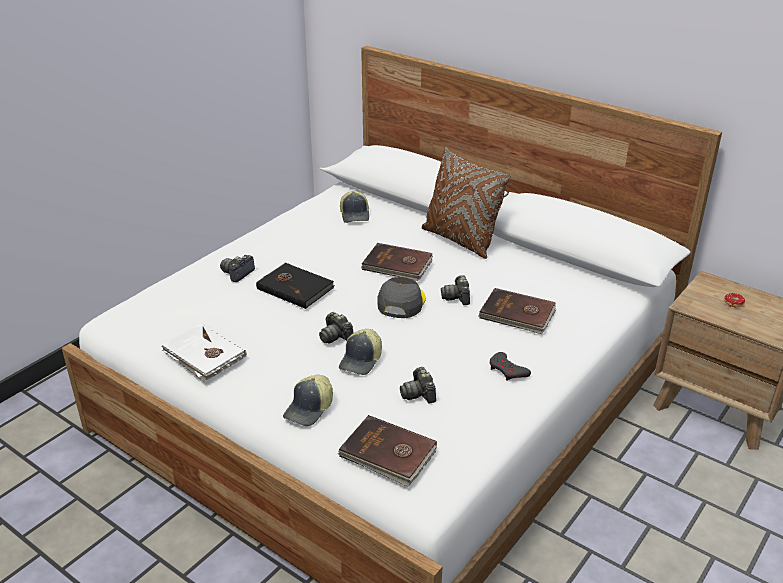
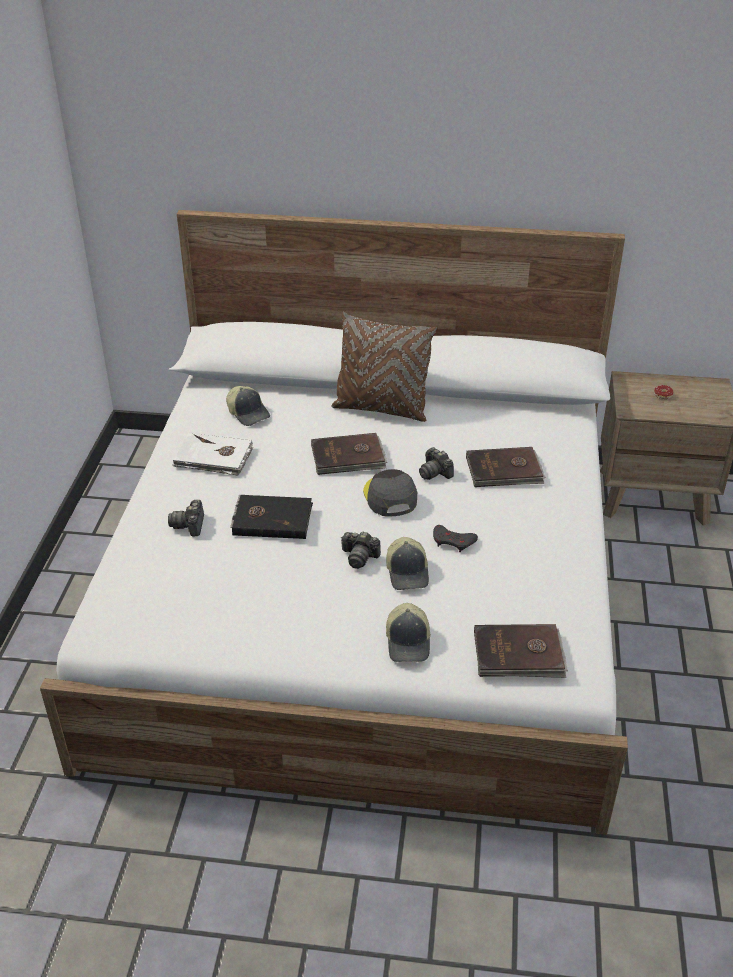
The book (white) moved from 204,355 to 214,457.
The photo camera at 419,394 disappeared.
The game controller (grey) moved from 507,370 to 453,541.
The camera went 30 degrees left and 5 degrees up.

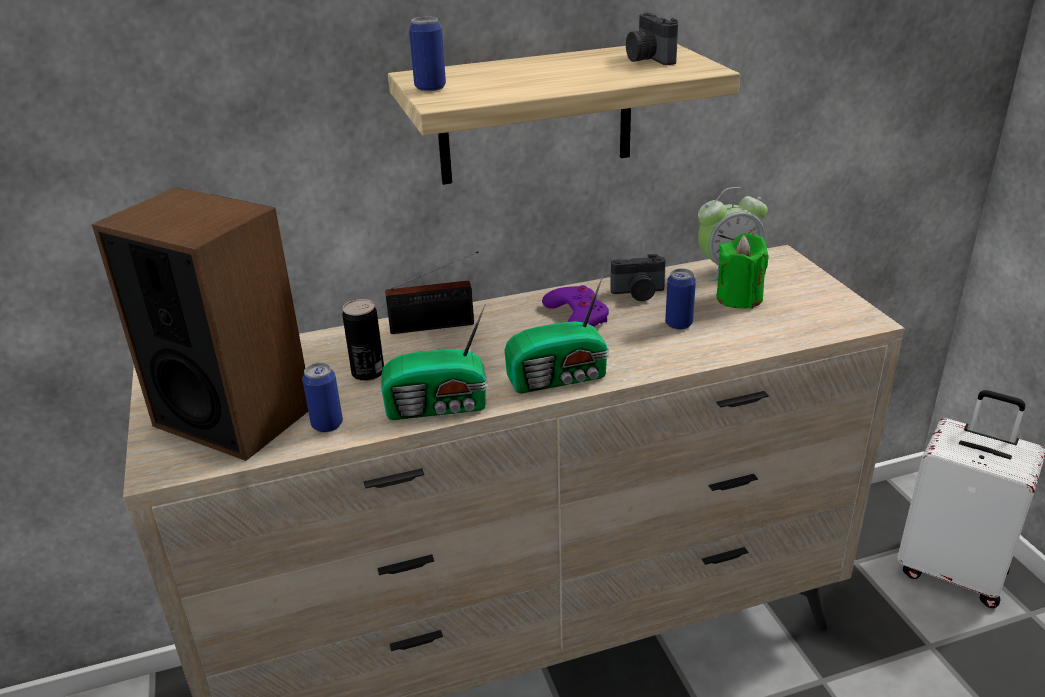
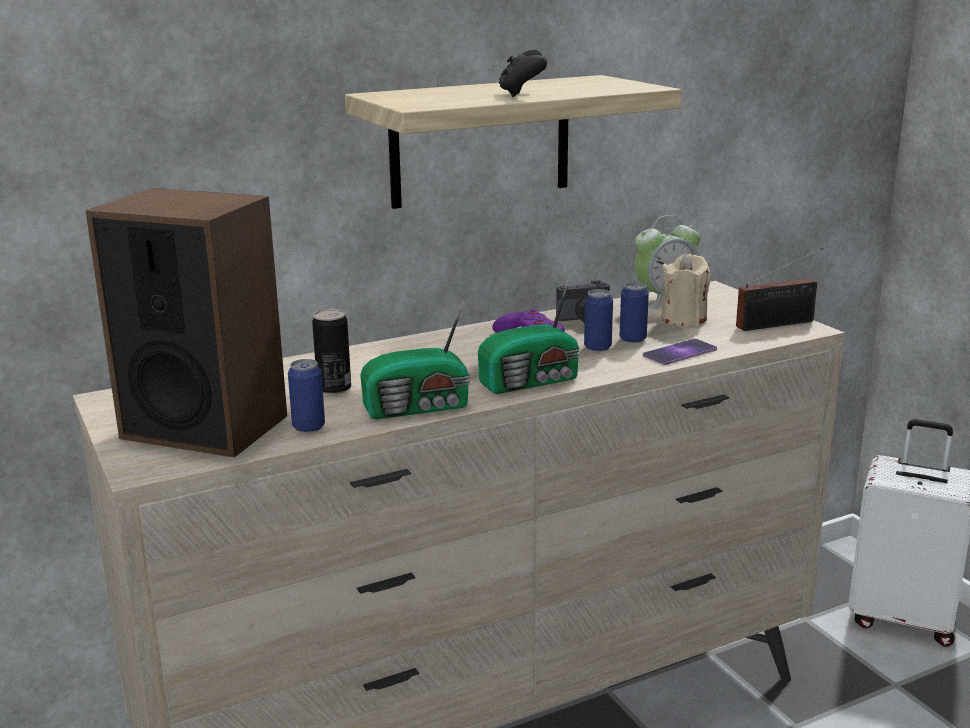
The radio moved from 437,326 to 779,324.
The can moved from 430,88 to 597,347.
The photo camera at 648,59 disappeared.
The candle (green) at 739,298 became the candle (beige) at 683,319.
The game controller (black) at 521,94 appeared.
The phone at 680,352 appeared.
The camera went 10 degrees left and 10 degrees down.

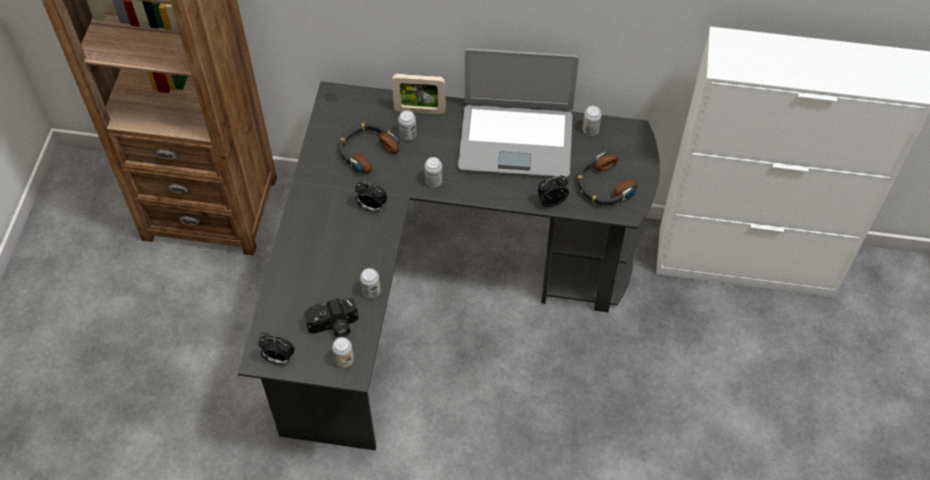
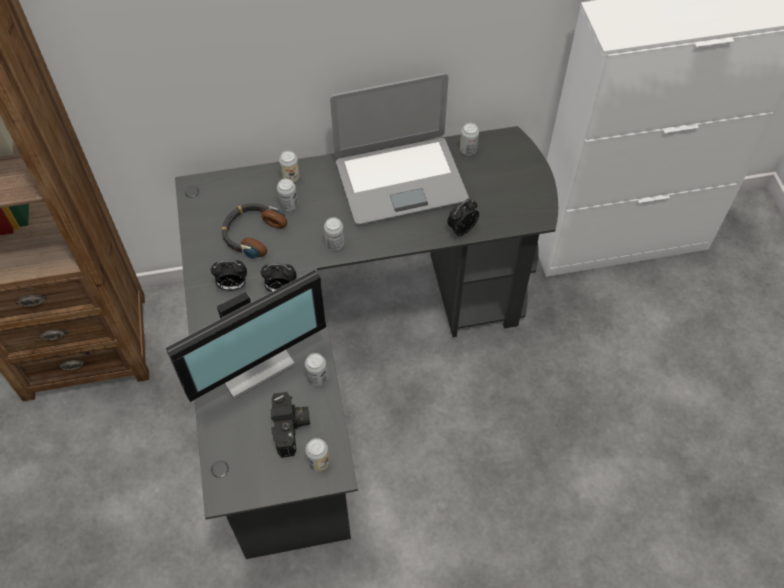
The alarm clock moved from 278,359 to 232,286.
The photo camera at 333,326 turned 60 degrees counterclockwise.
The picture frame at 420,110 was replaced by the can at 291,178.
The headphones at 603,186 disappeared.
The monitor at 251,359 appeared.
The camera went 20 degrees left and 0 degrees up.

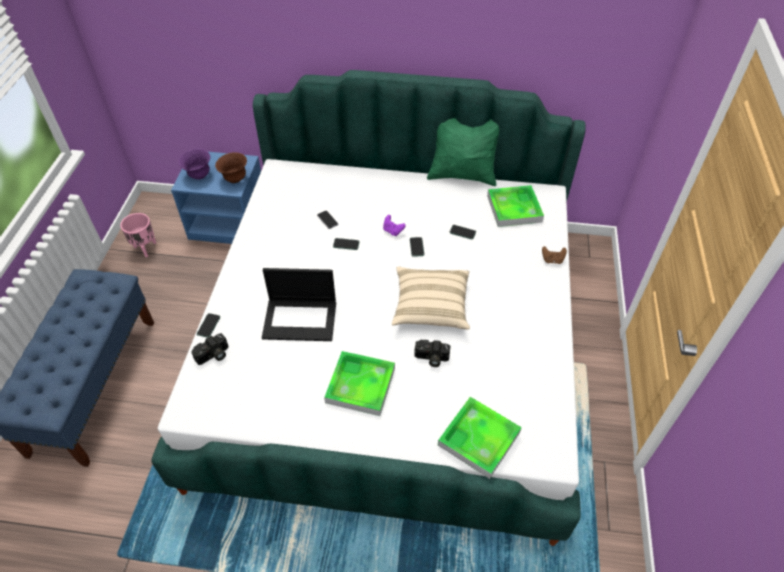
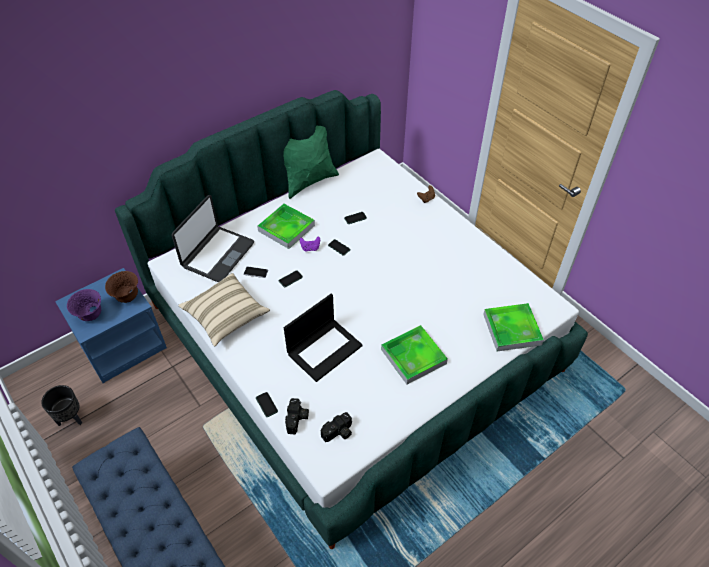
The planter (pink) at 145,248 became the planter (black) at 70,418.
The pillow (beige) moved from 431,306 to 226,316.
The photo camera moved from 431,358 to 338,433.
The tray moved from 514,208 to 286,228.
The laptop at 217,254 appeared.
The camera went 45 degrees left and 0 degrees up.

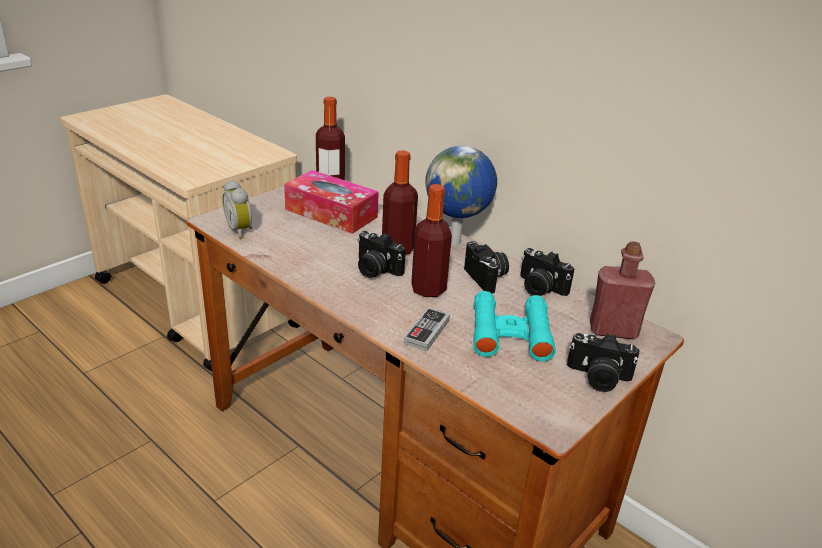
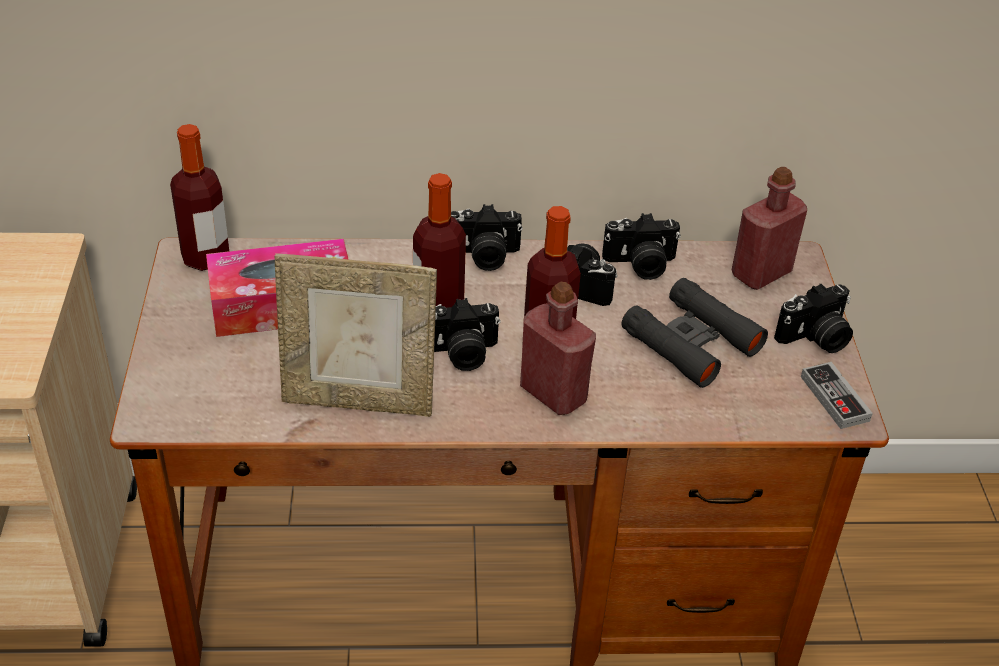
The alarm clock at 241,230 disappeared.
The game controller moved from 427,332 to 834,398.
The globe at 456,242 was replaced by the photo camera at 483,256.
The binoculars (turquoise) at 510,334 became the binoculars (black) at 691,342.
The picture frame at 359,400 appeared.
The bottle (red) at 553,394 appeared.
The camera went 45 degrees left and 10 degrees up.

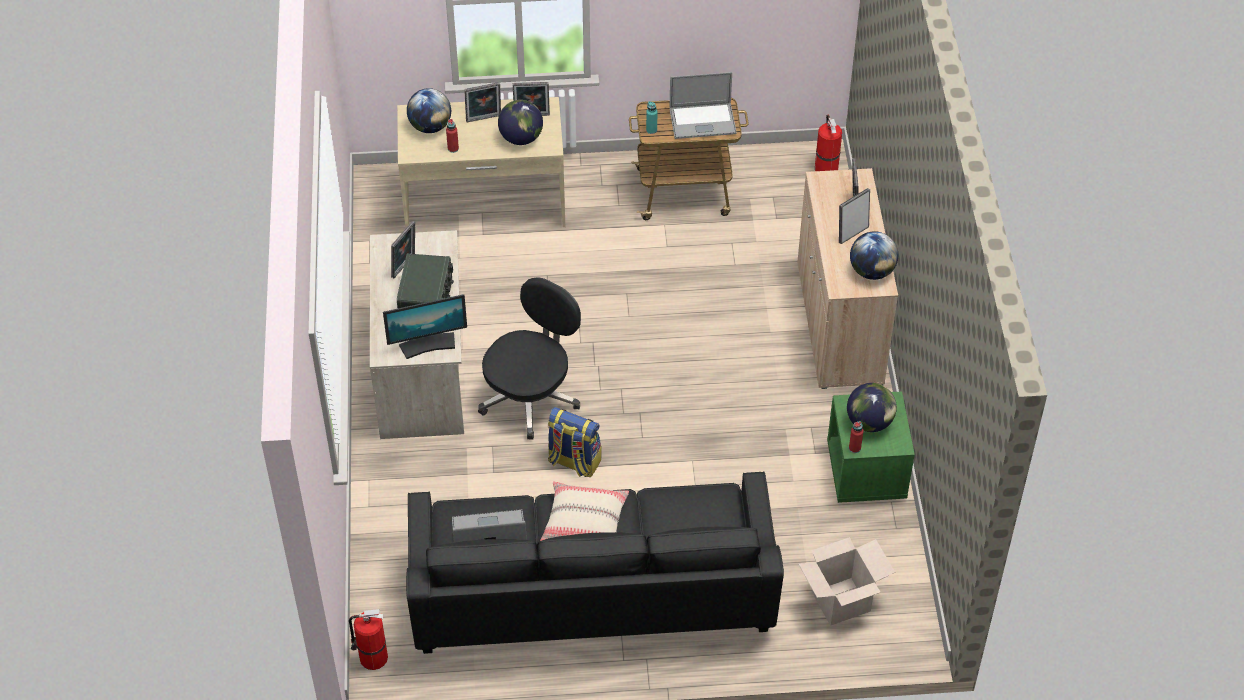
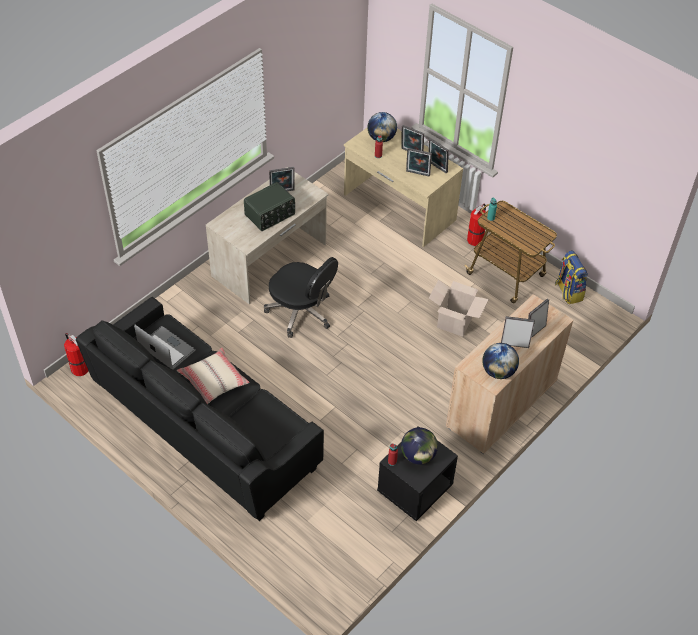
The monitor at 428,344 disappeared.
The office chair (black) at 531,396 turned 45 degrees clockwise.
The globe at 521,138 was replaced by the picture frame at 417,174.
The backpack moved from 573,462 to 568,292.
The laptop at 702,121 disappeared.
The cardboard box moved from 841,602 to 454,323.
The fire extinguisher moved from 825,168 to 475,239.
The nightstand (green) at 866,472 became the nightstand (black) at 414,490.
The camera went 45 degrees right and 0 degrees up.

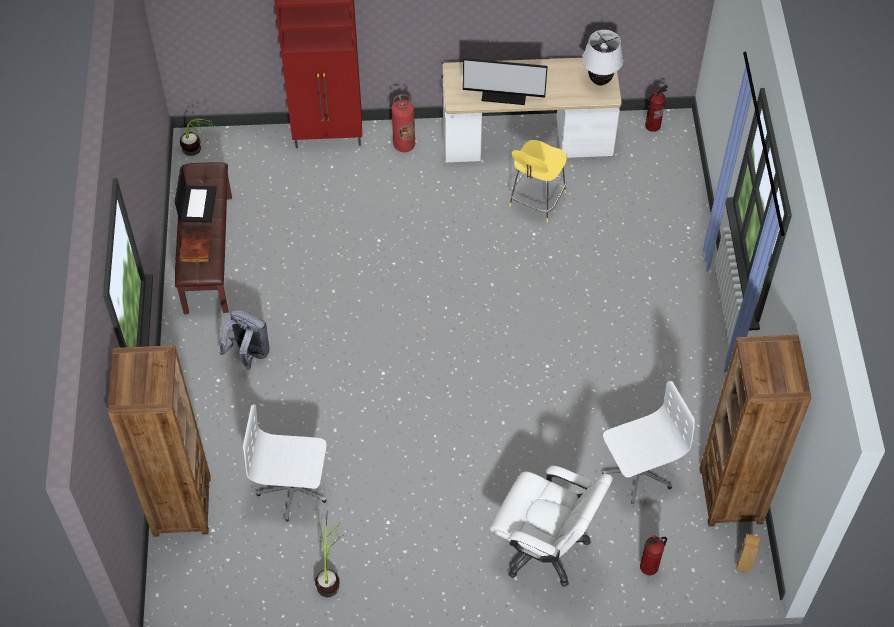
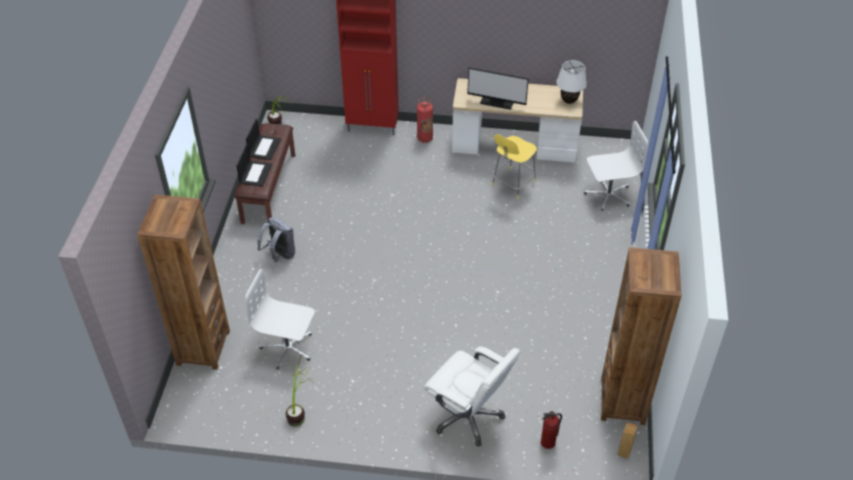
The book at 195,247 was replaced by the laptop at 255,173.
The office chair (white) moved from 637,471 to 608,195.
The fire extinguisher at 652,125 disappeared.
The camera went 10 degrees right and 10 degrees down.

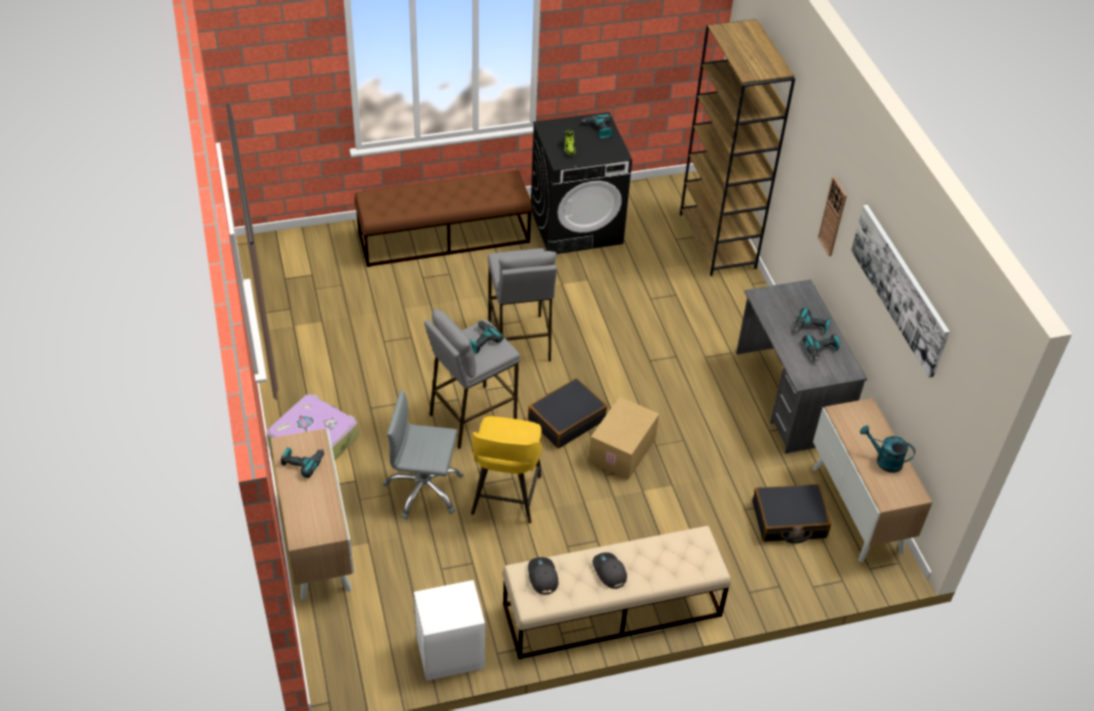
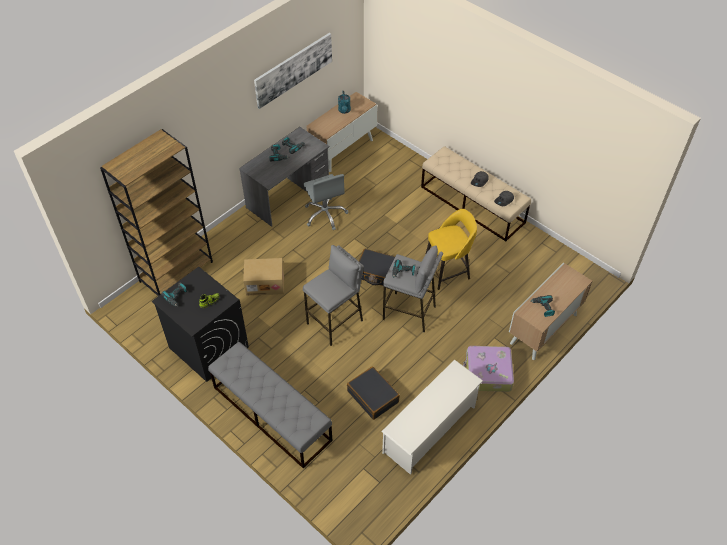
The bench (brown) at 444,238 became the bench (grey) at 271,413.
The office chair (grey) moved from 424,489 to 325,214.
The nightstand (white) at 448,652 disappeared.
The cardboard box moved from 623,451 to 265,283.
The suitcase (black) moved from 789,520 to 373,396.
The wall clock at 833,216 disappeared.
The shoe rack (white) at 430,429 appeared.
The camera went 120 degrees left and 5 degrees up.

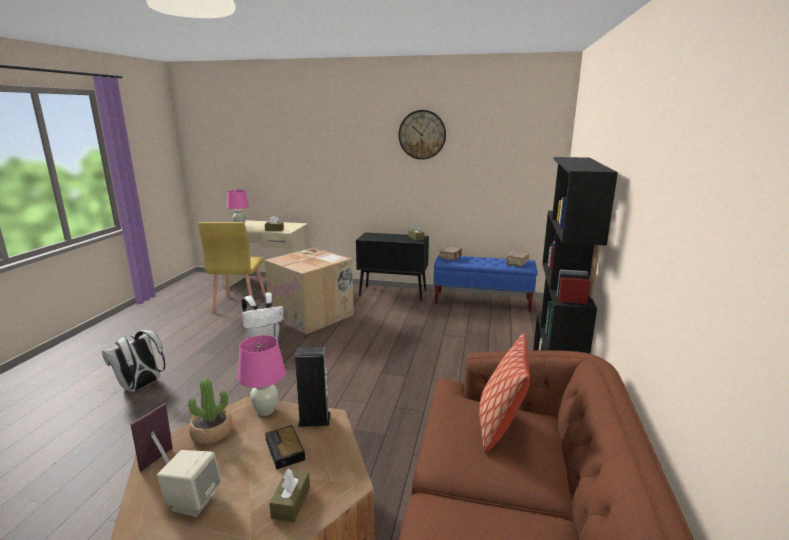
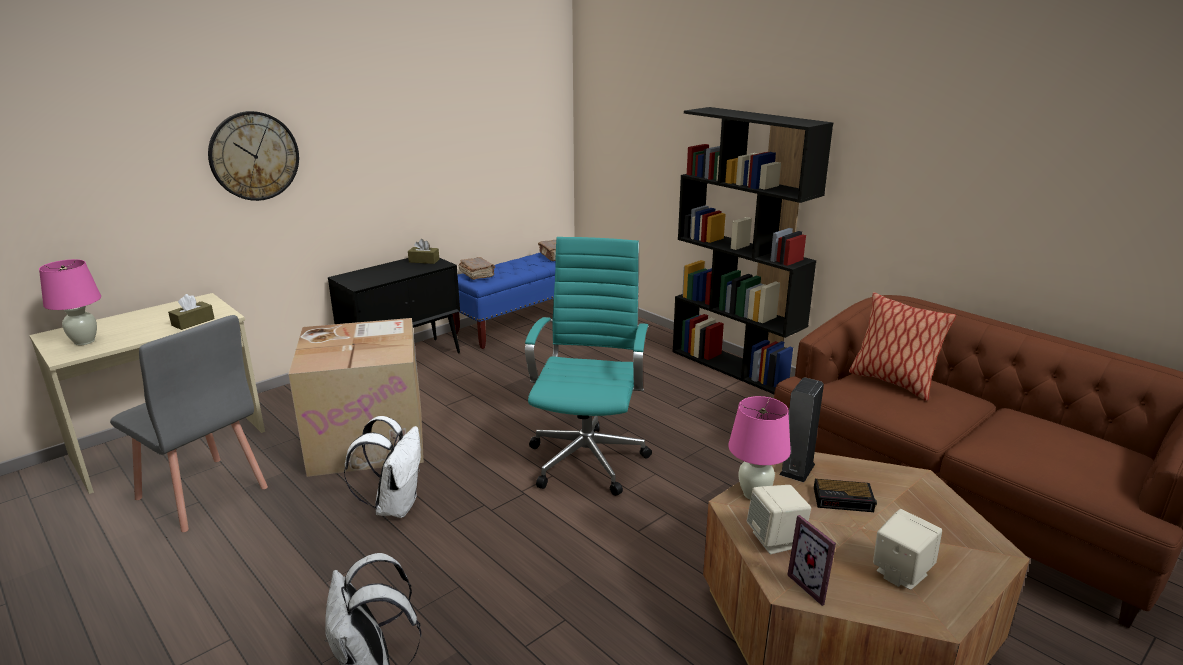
The potted plant at 212,433 was replaced by the speaker (beige) at 775,540.
The chair (yellow) at 239,304 became the chair (grey) at 202,494.
The tissue box (brown) at 291,502 disappeared.
The wall clock moved from 422,135 to 254,156.
The office chair (turquoise) at 588,458 appeared.
The camera went 55 degrees left and 5 degrees up.

